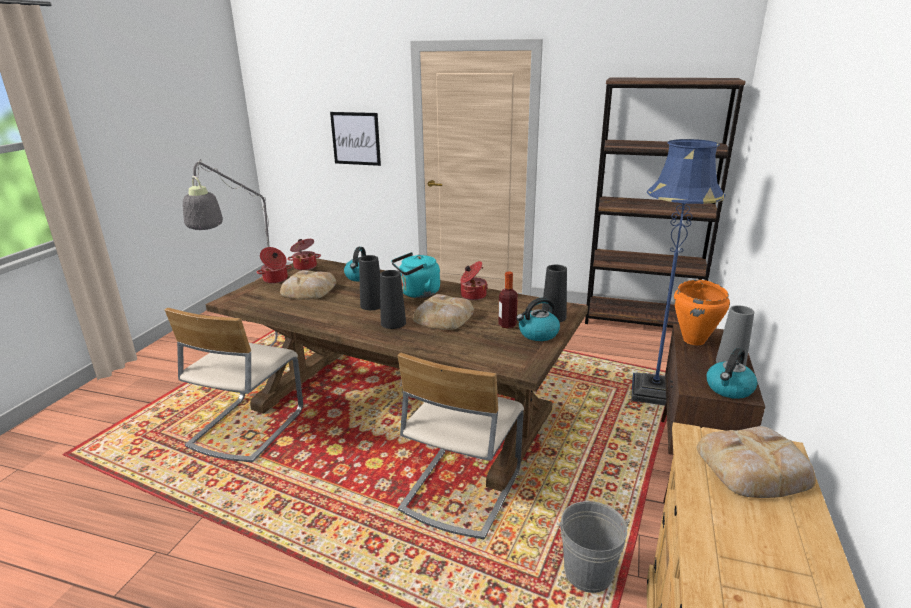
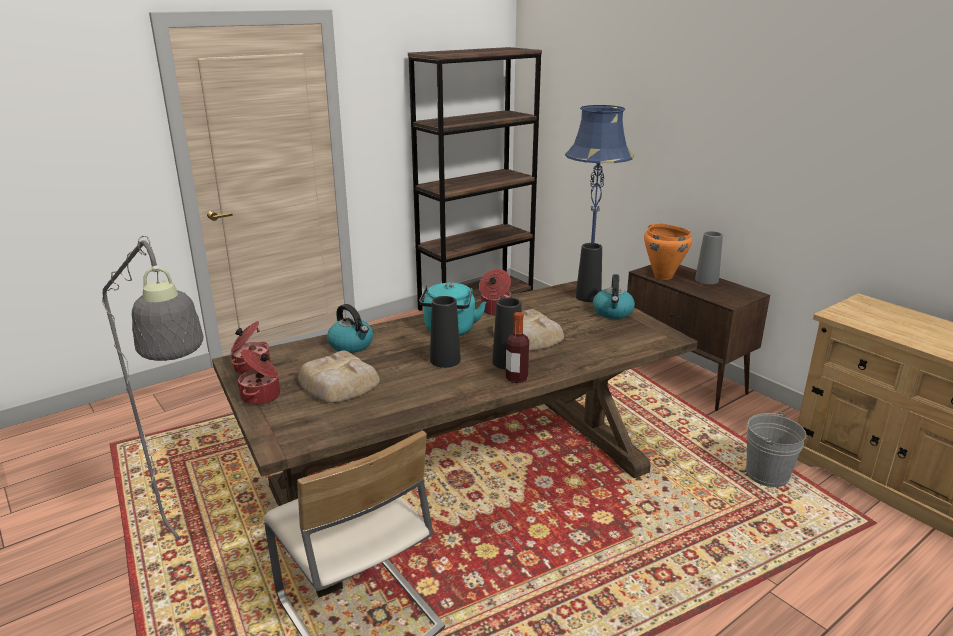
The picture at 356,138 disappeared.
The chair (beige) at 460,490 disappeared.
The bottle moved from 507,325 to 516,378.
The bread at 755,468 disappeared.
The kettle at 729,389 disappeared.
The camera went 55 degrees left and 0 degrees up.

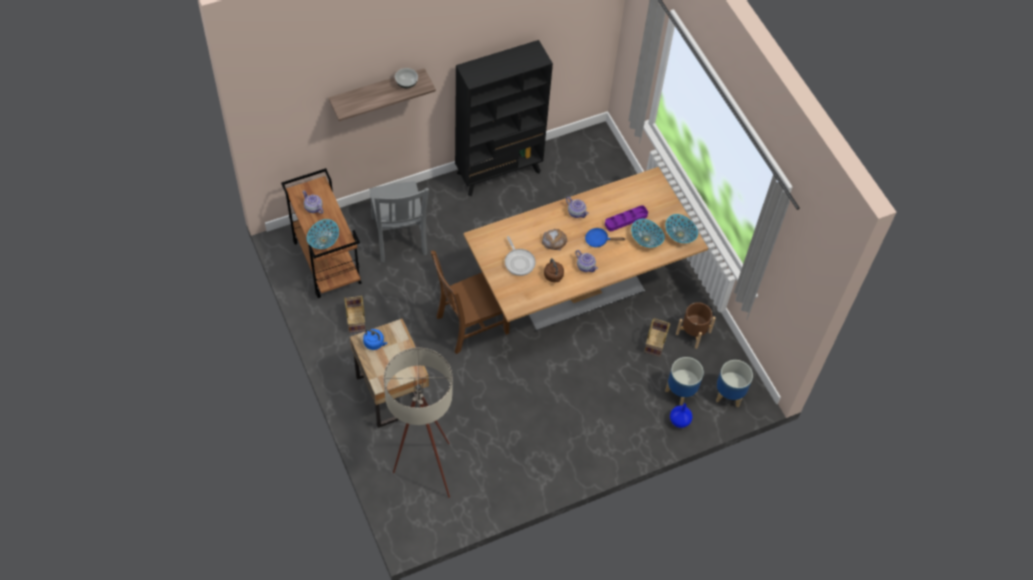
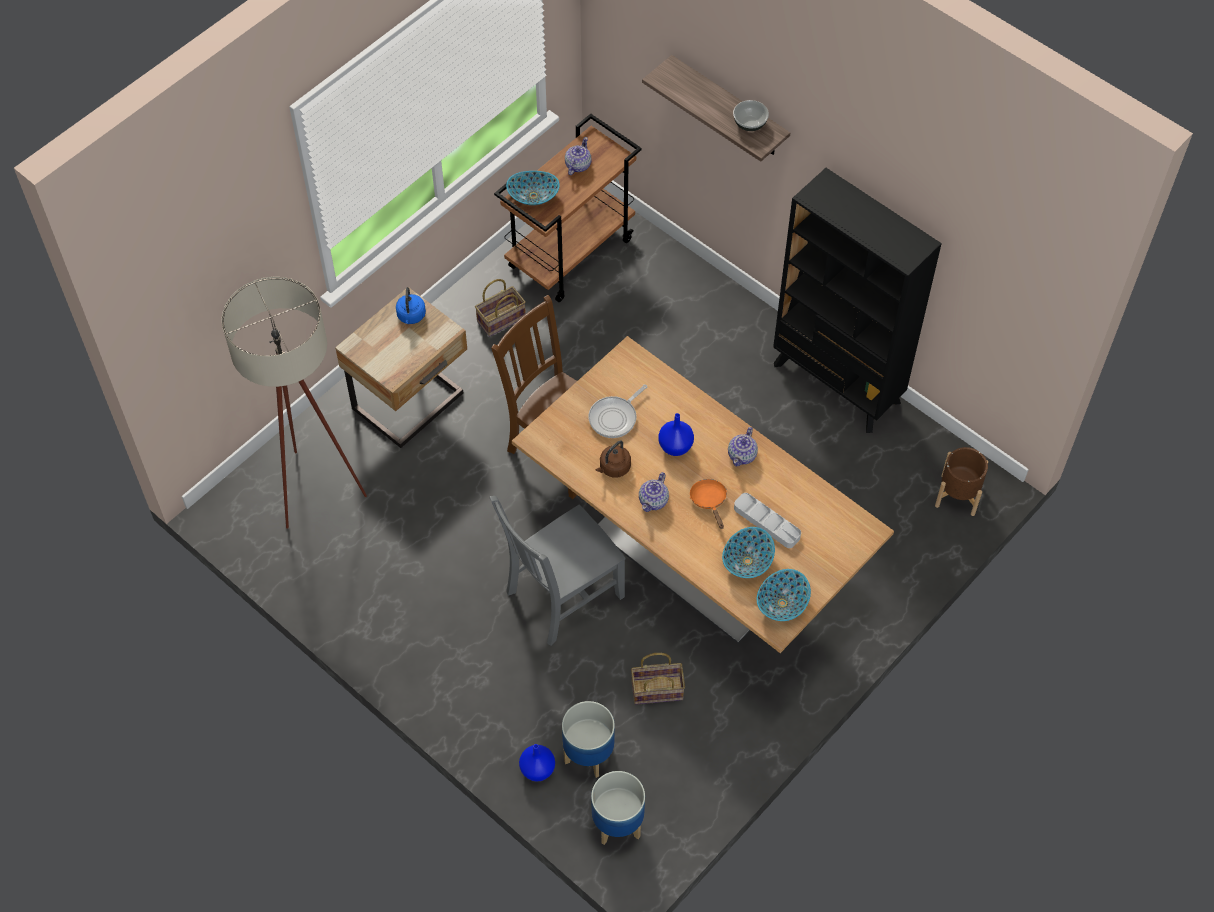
The chair (grey) moved from 399,237 to 561,596.
The bread at 554,240 was replaced by the vase (blue) at 676,446.
The frying pan (blue) at 599,240 became the frying pan (orange) at 709,501.
The tray (purple) at 626,220 became the tray (grey) at 767,522.
The planter (brown) moved from 693,333 to 958,495.
The camera went 70 degrees right and 0 degrees up.

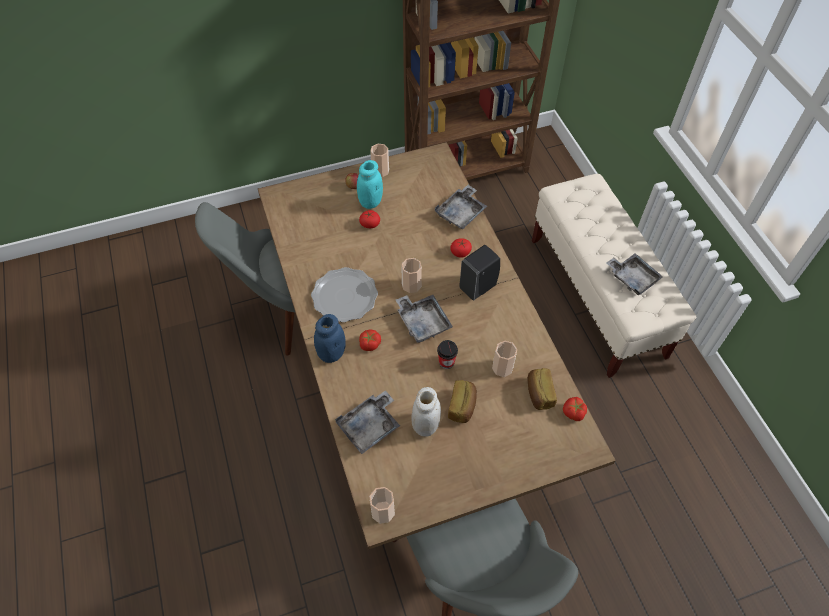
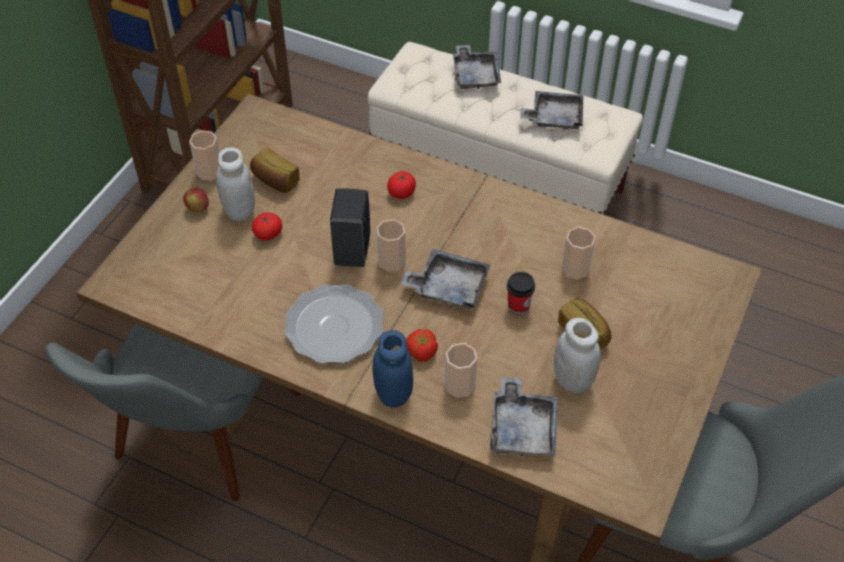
The jar (turquoise) at 370,202 became the jar (white) at 239,211.
The cup moved from 383,512 to 460,385.
The tray (grey) moved from 461,213 to 475,75.
The soap dispenser (black) moved from 478,287 to 352,249.
The bread moved from 539,394 to 275,181.
The tomato at 573,412 disappeared.
The camera went 45 degrees left and 5 degrees down.

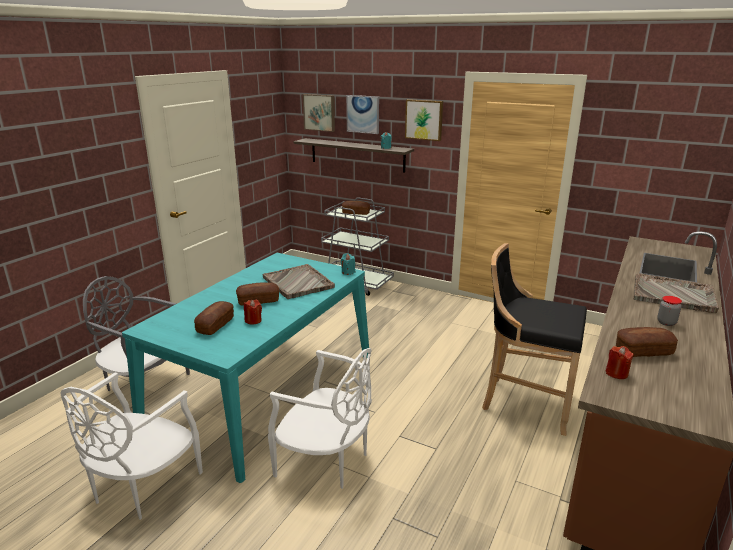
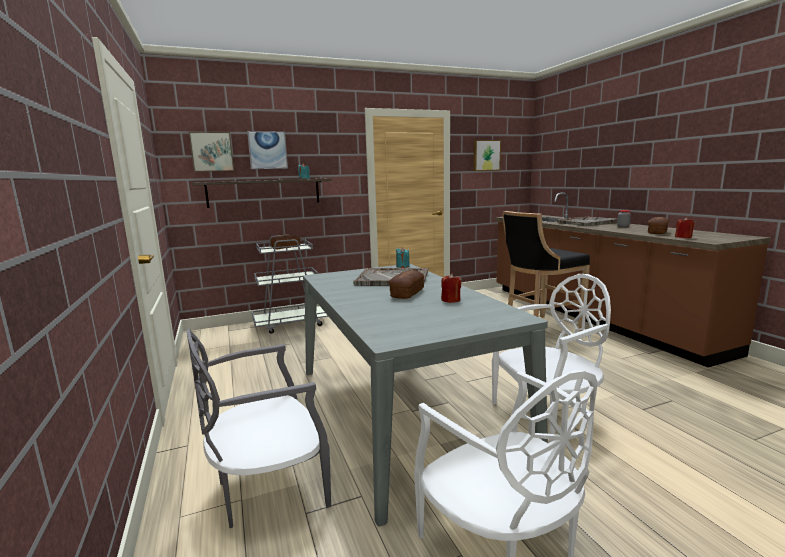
The dining table (turquoise) at 265,391 became the dining table (grey) at 401,410.
The bread at 215,325 disappeared.
The picture moved from 424,119 to 486,155.
The camera went 50 degrees left and 10 degrees down.

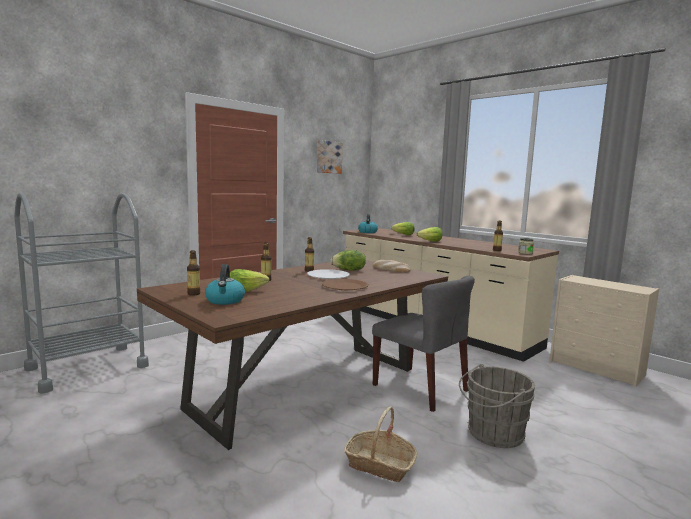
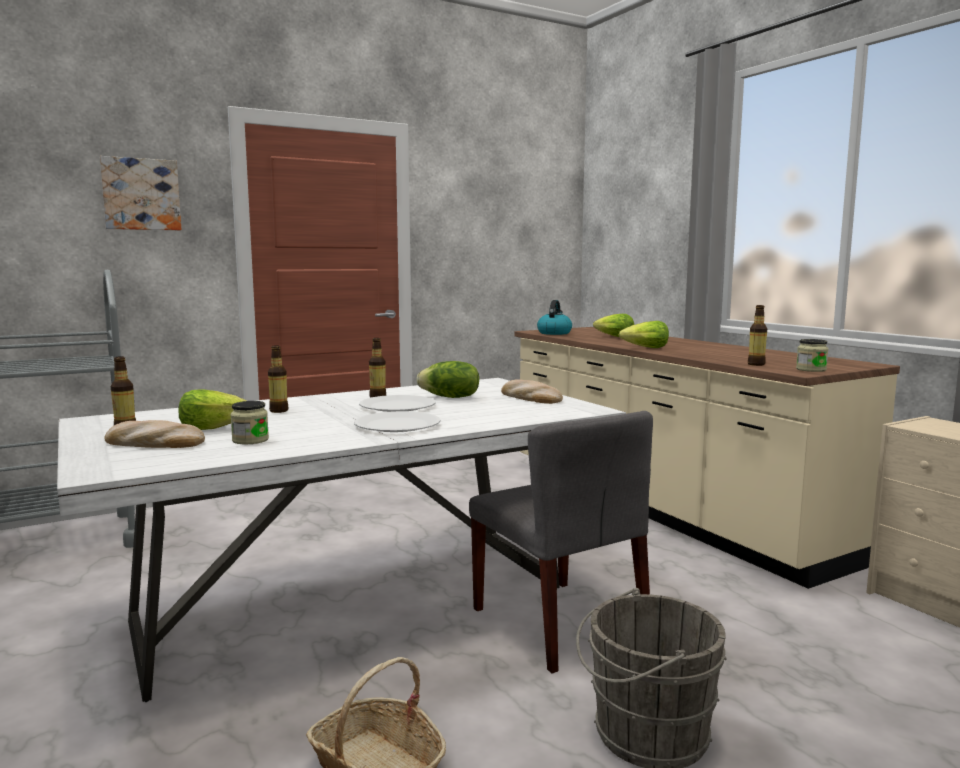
The dining table (brown) at 307,388 became the dining table (white) at 355,604.
The kettle at 225,301 was replaced by the bread at 154,443.
The picture moved from 328,157 to 141,194.
The plate (brown) at 344,286 became the plate (white) at 397,425.
The jar at 250,440 appeared.
The camera went 15 degrees right and 0 degrees up.

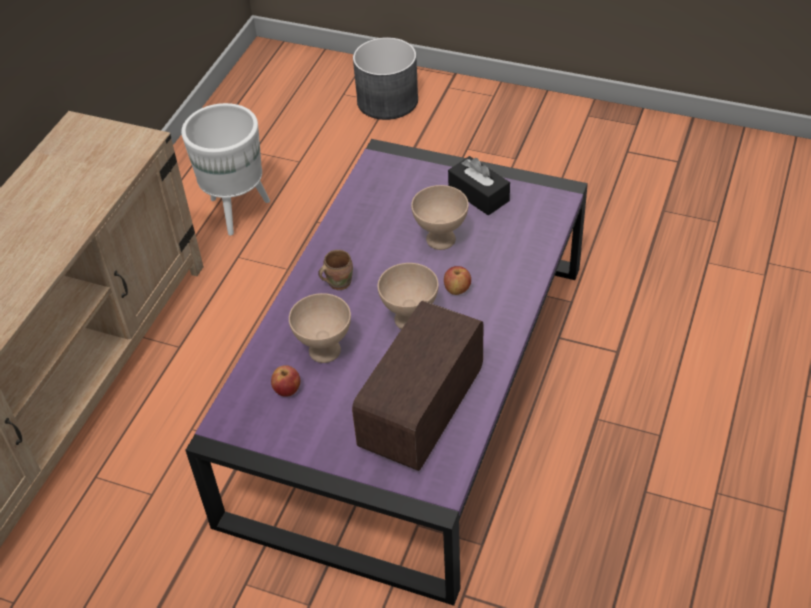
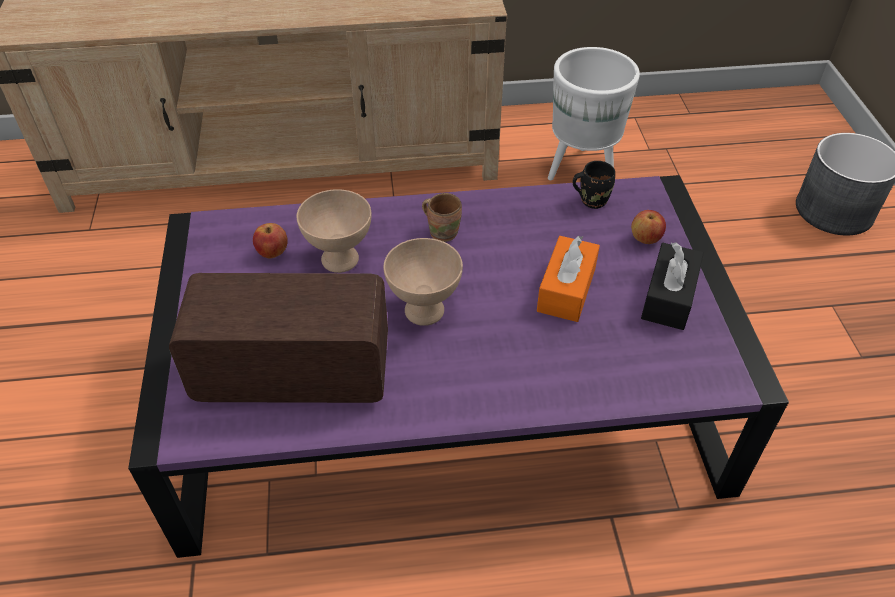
The bowl (beige) at 439,239 was replaced by the tissue box (orange) at 566,289.
The apple moved from 457,289 to 645,239.
The mug (black) at 591,199 appeared.
The camera went 60 degrees right and 0 degrees up.

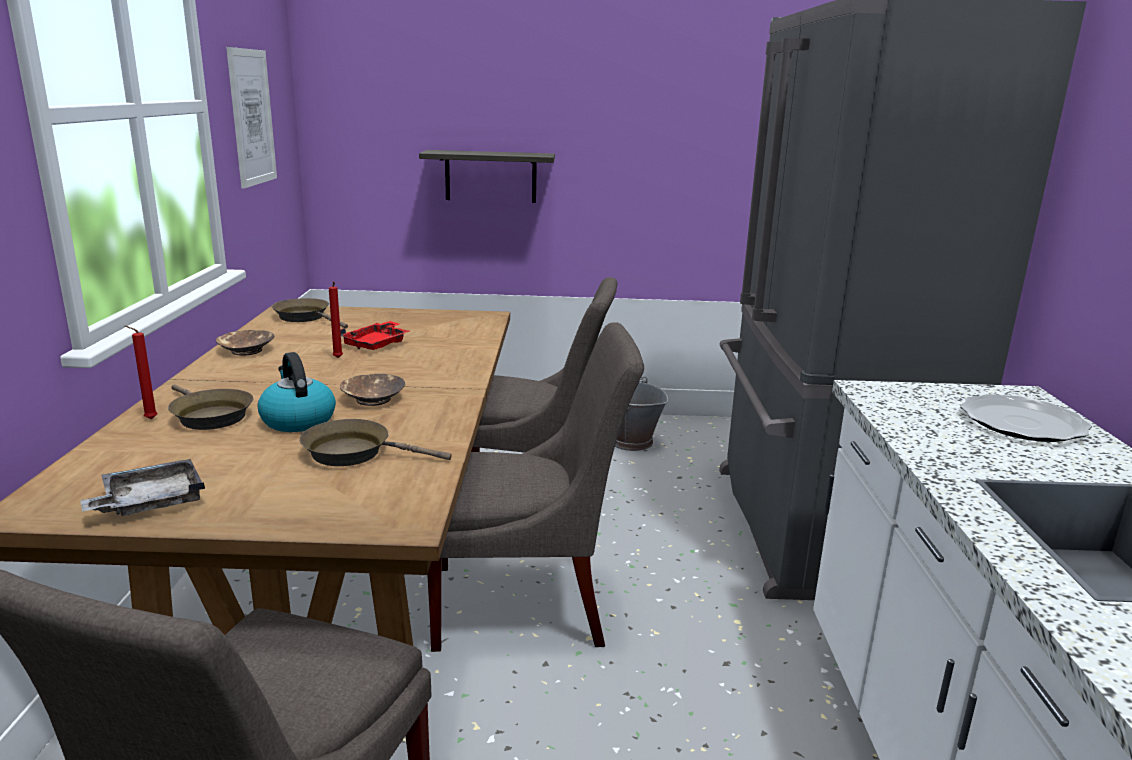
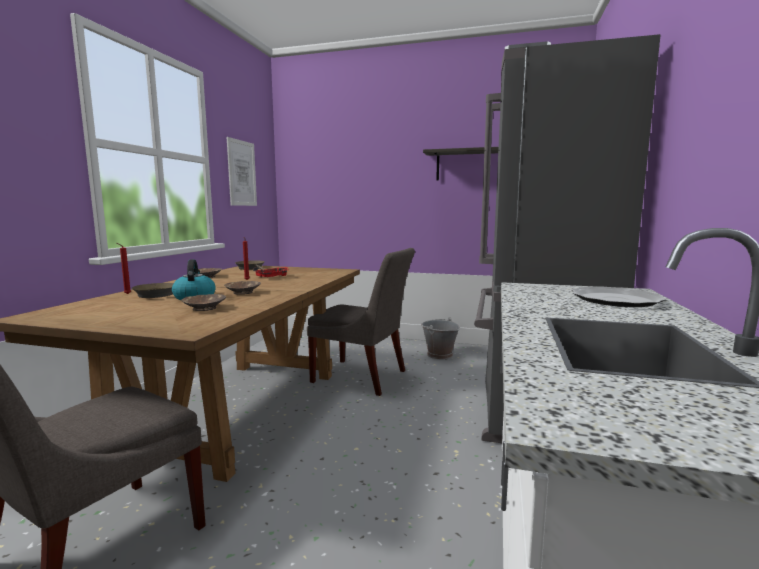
The tray (grey) at 150,502 disappeared.
The frying pan (brown) at 354,453 was replaced by the bowl (brown) at 204,308.
The shelf moved from 490,176 to 462,165.
The chair (grey) at 526,604 disappeared.
The camera went 15 degrees right and 10 degrees down.

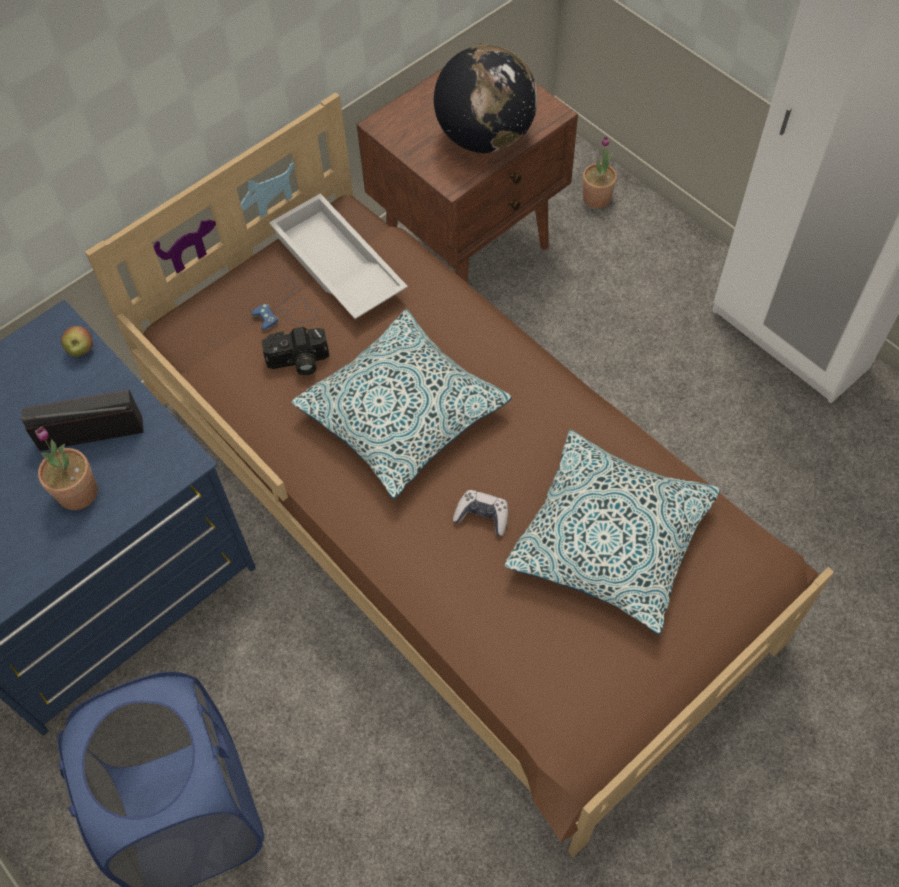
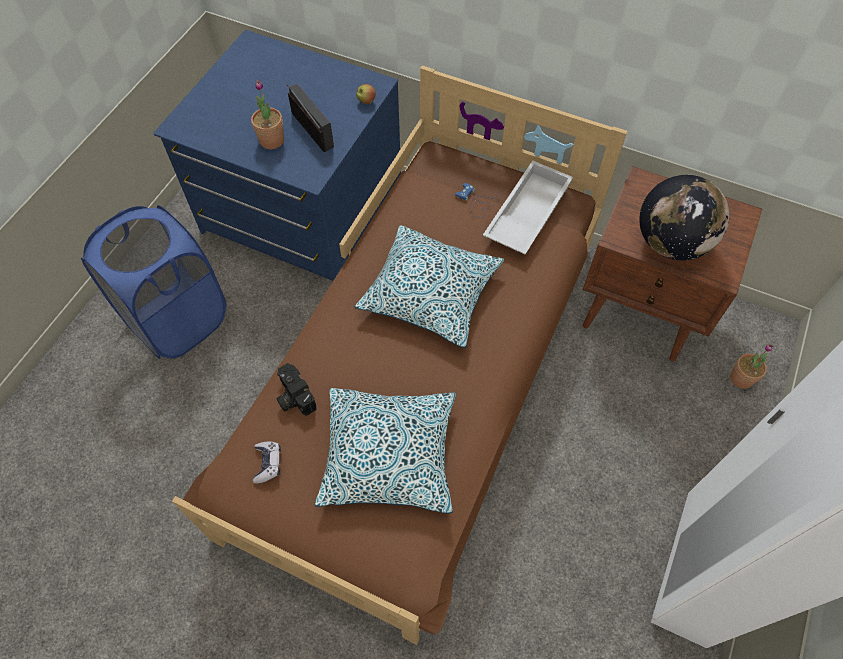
The photo camera moved from 298,362 to 293,397.
The game controller moved from 482,516 to 268,463.
The camera went 65 degrees right and 0 degrees up.

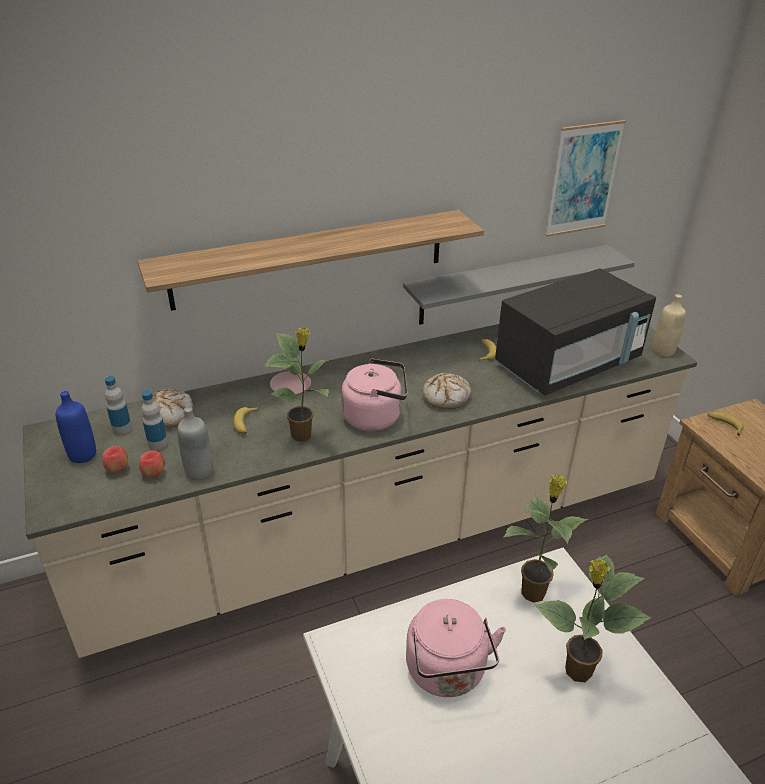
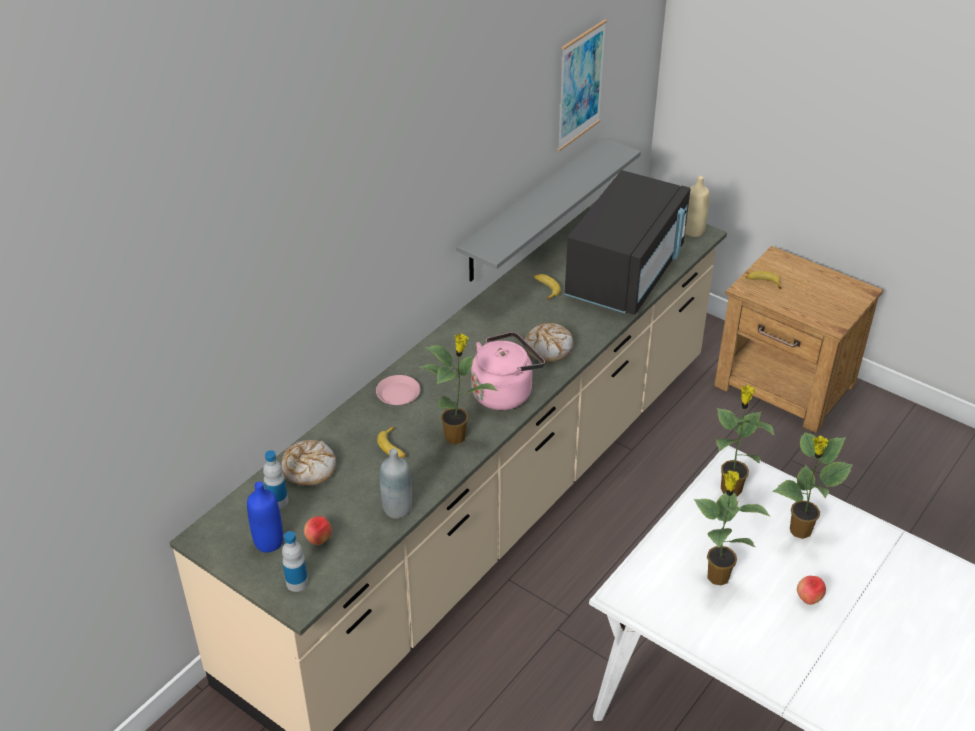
The shelf at 310,259 disappeared.
The apple moved from 154,474 to 808,599.
The bottle moved from 157,443 to 297,583.
The kettle (pink) at 447,673 was replaced by the potted plant at 717,575.
The camera went 30 degrees left and 5 degrees up.

